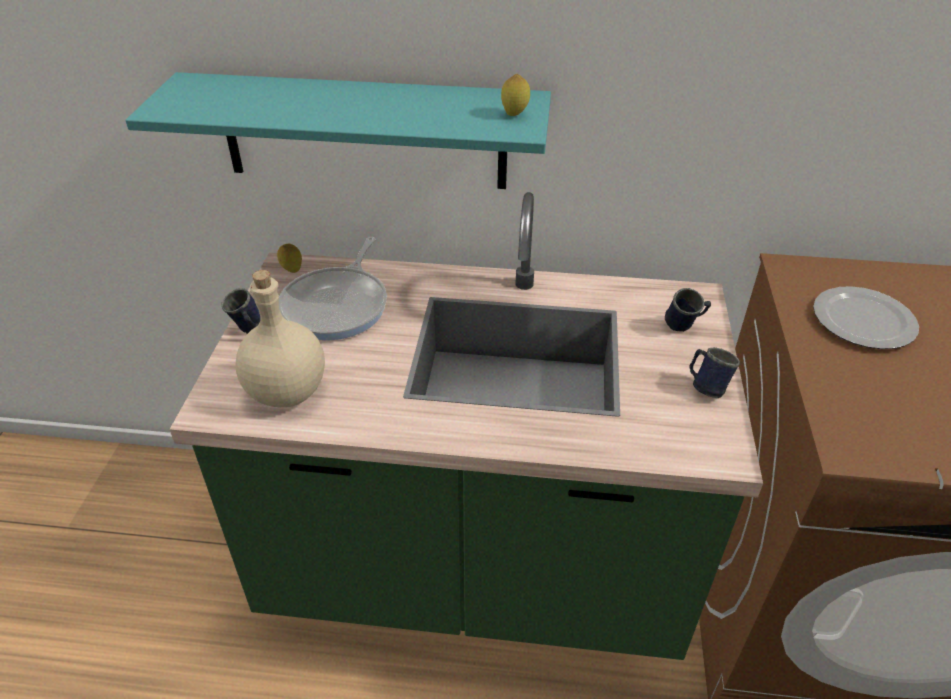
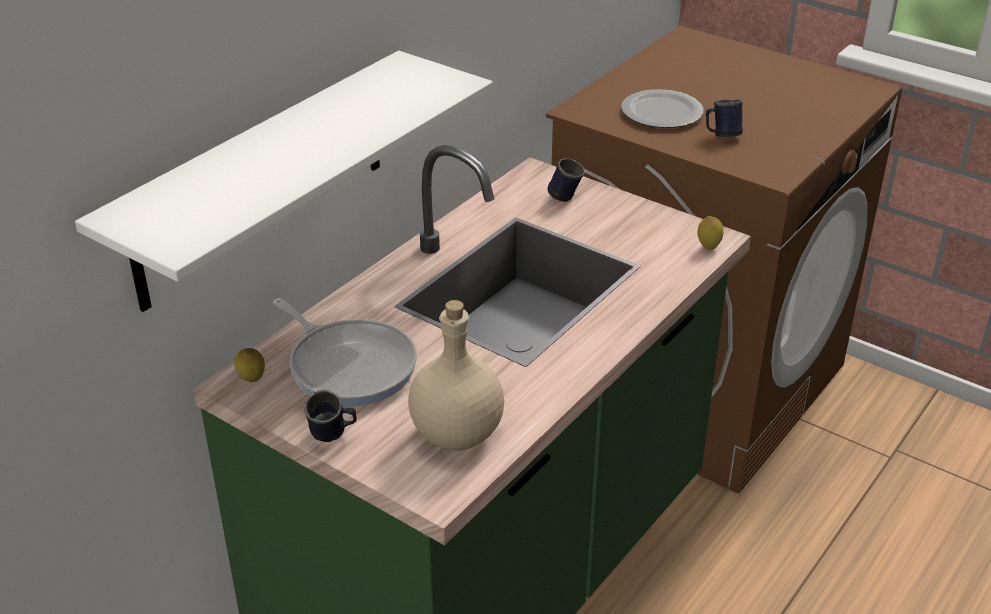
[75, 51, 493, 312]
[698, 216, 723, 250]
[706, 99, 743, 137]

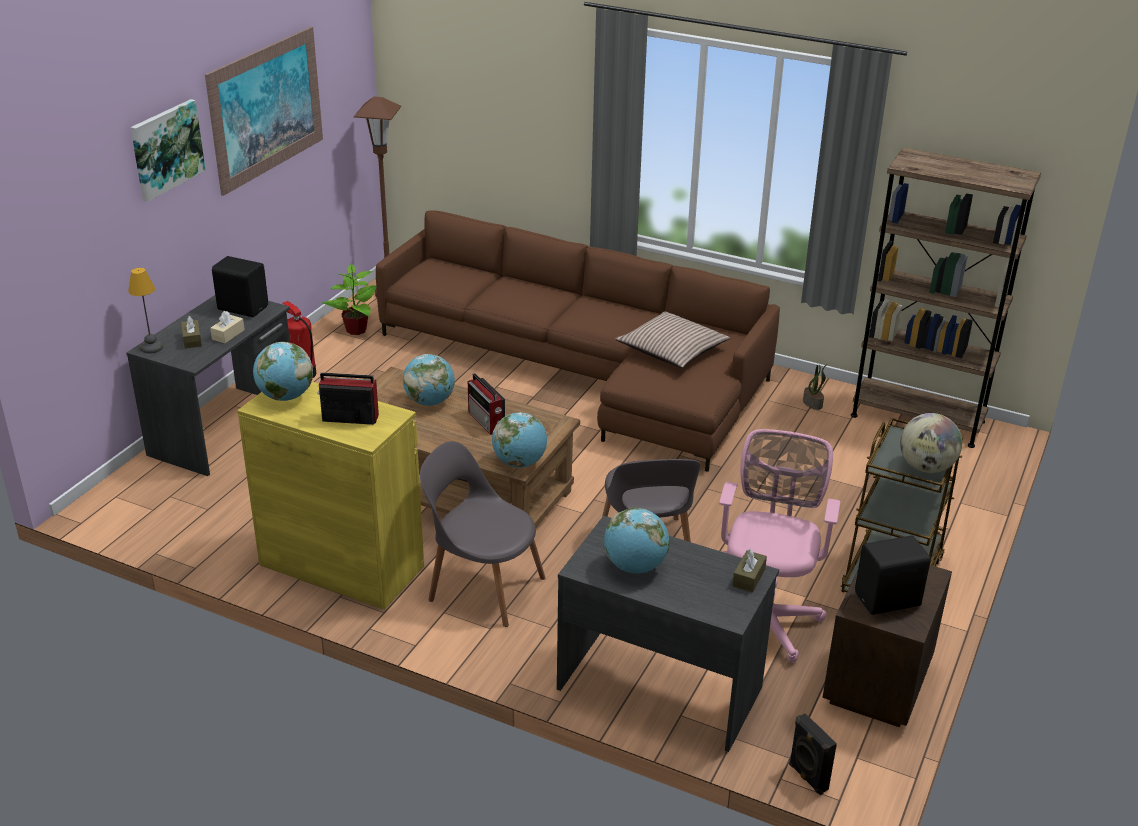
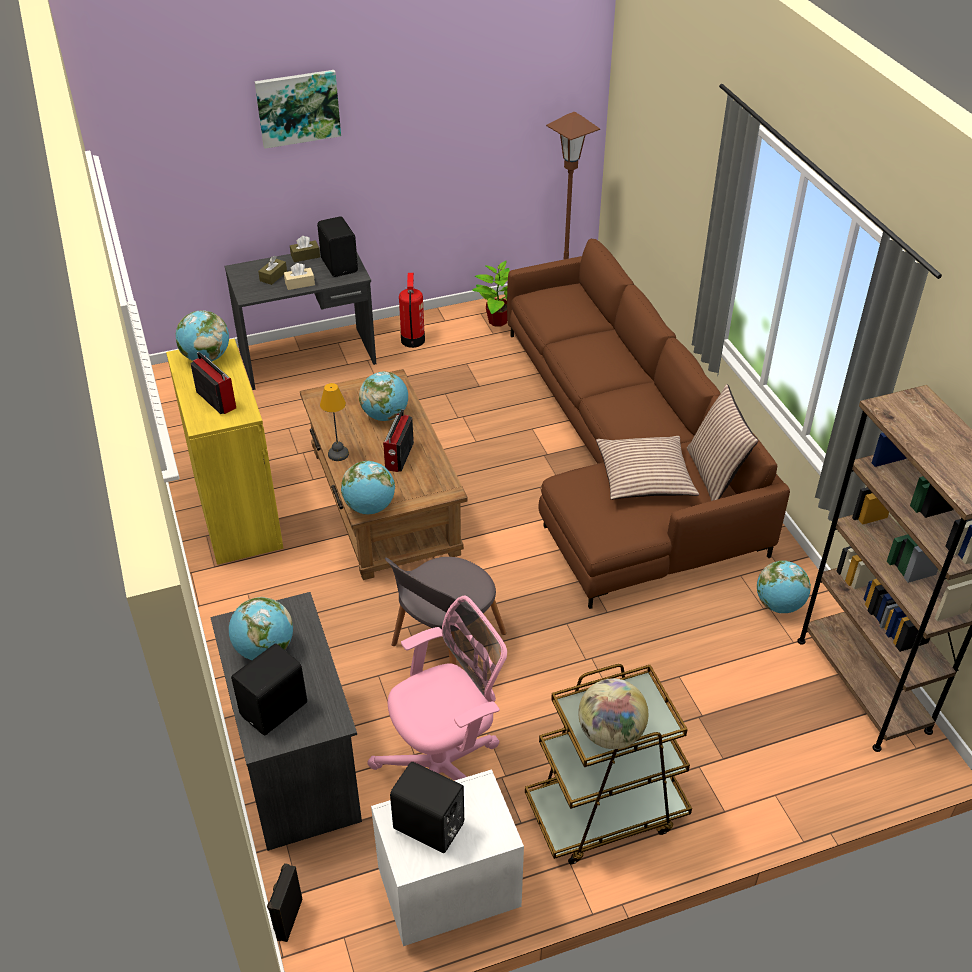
[205, 27, 323, 196] (first image)
[320, 383, 349, 461]
[757, 561, 811, 613]
[420, 441, 545, 627] (first image)
[290, 236, 320, 262]
[371, 770, 524, 946]
[687, 384, 758, 501]
[231, 643, 307, 736]

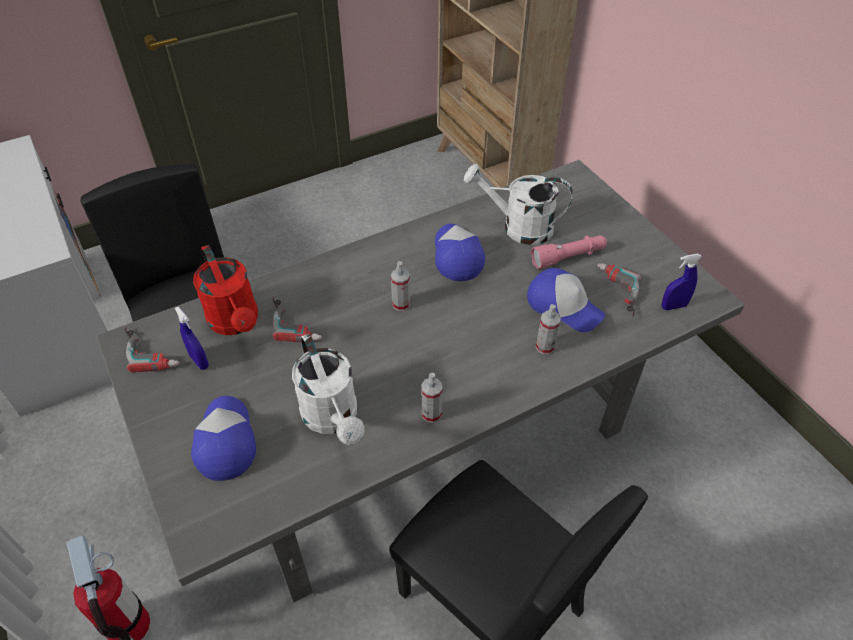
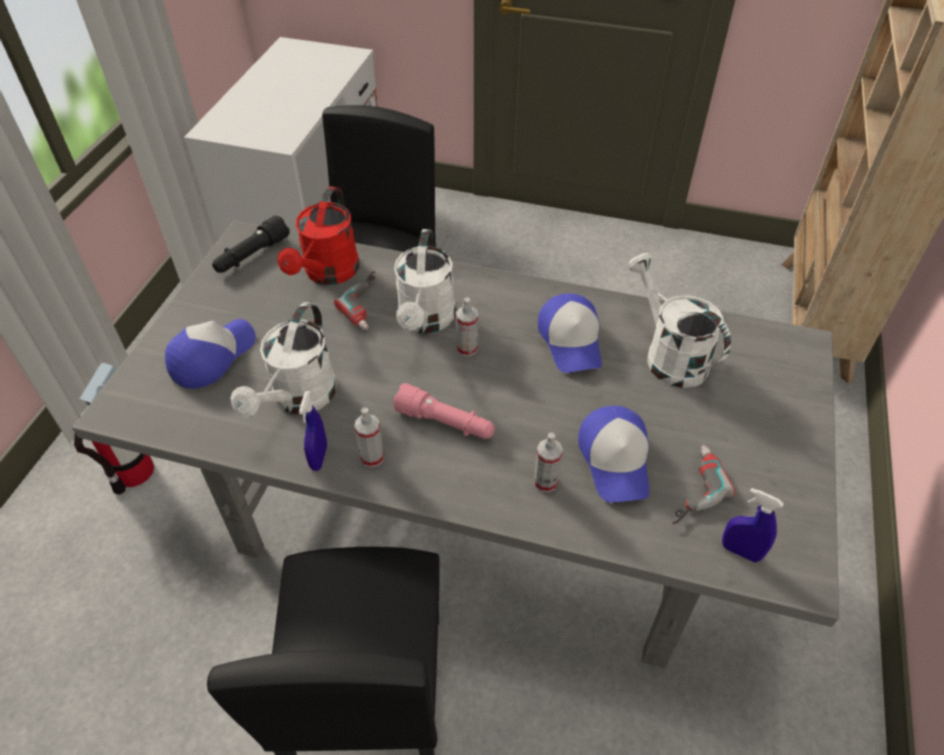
[538, 293, 602, 373]
[393, 383, 495, 439]
[299, 391, 327, 471]
[212, 215, 290, 273]
[394, 229, 455, 333]

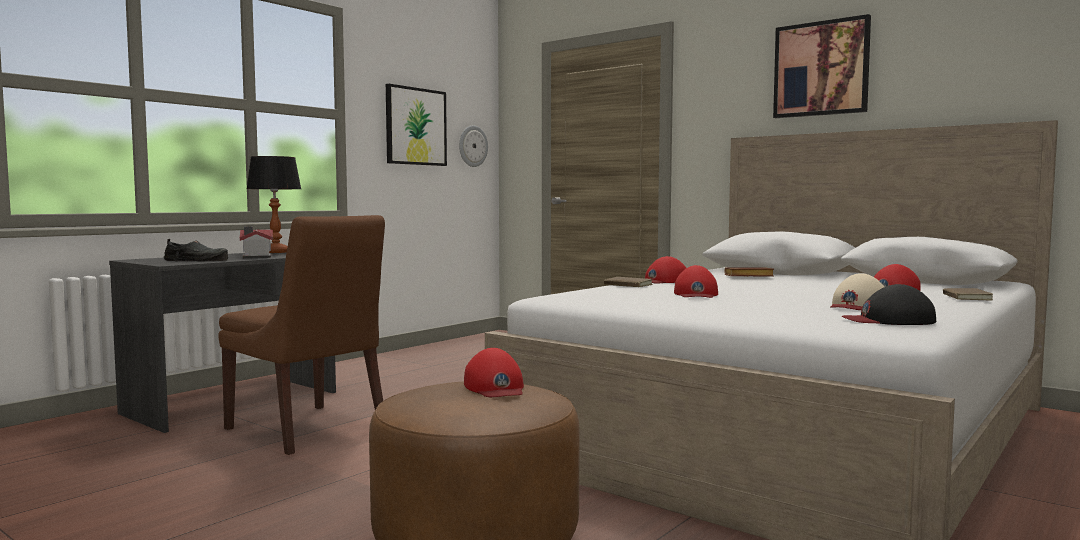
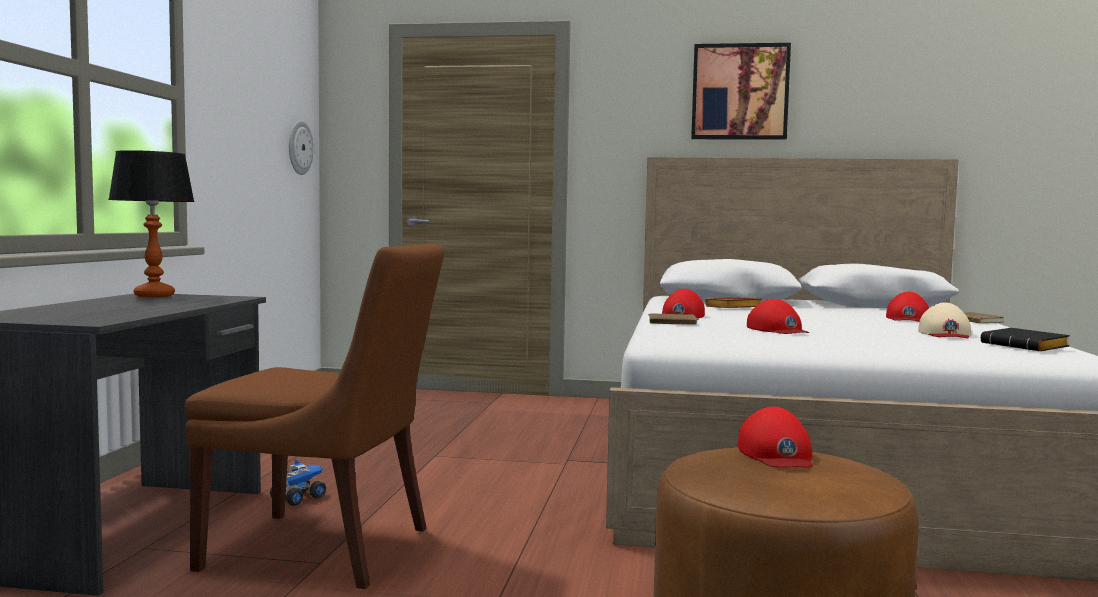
[386, 84, 447, 166] (first image)
[240, 226, 273, 258] (first image)
[164, 239, 228, 261] (first image)
[981, 328, 1070, 351]
[738, 407, 813, 467]
[270, 459, 326, 506]

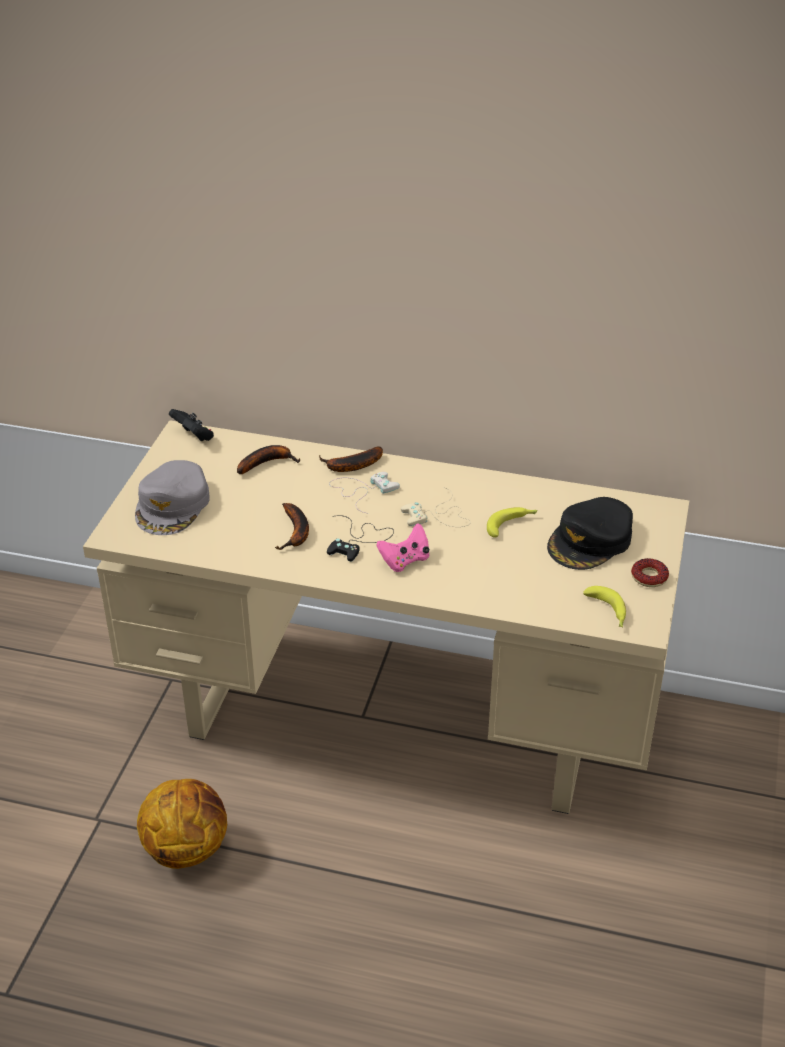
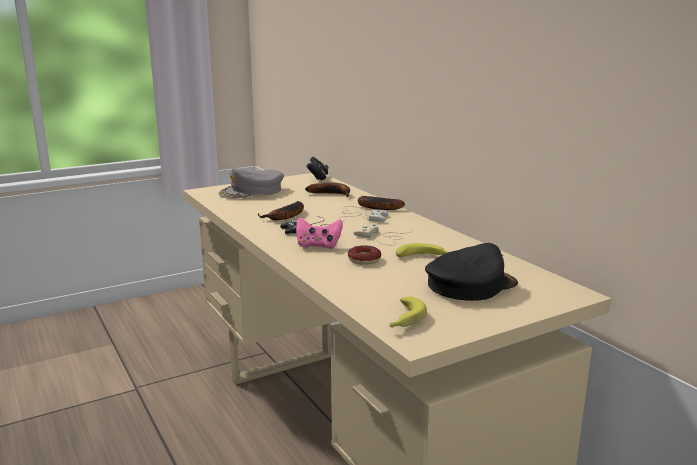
[425, 243, 518, 301]
[348, 245, 381, 265]
[137, 779, 227, 869] (first image)

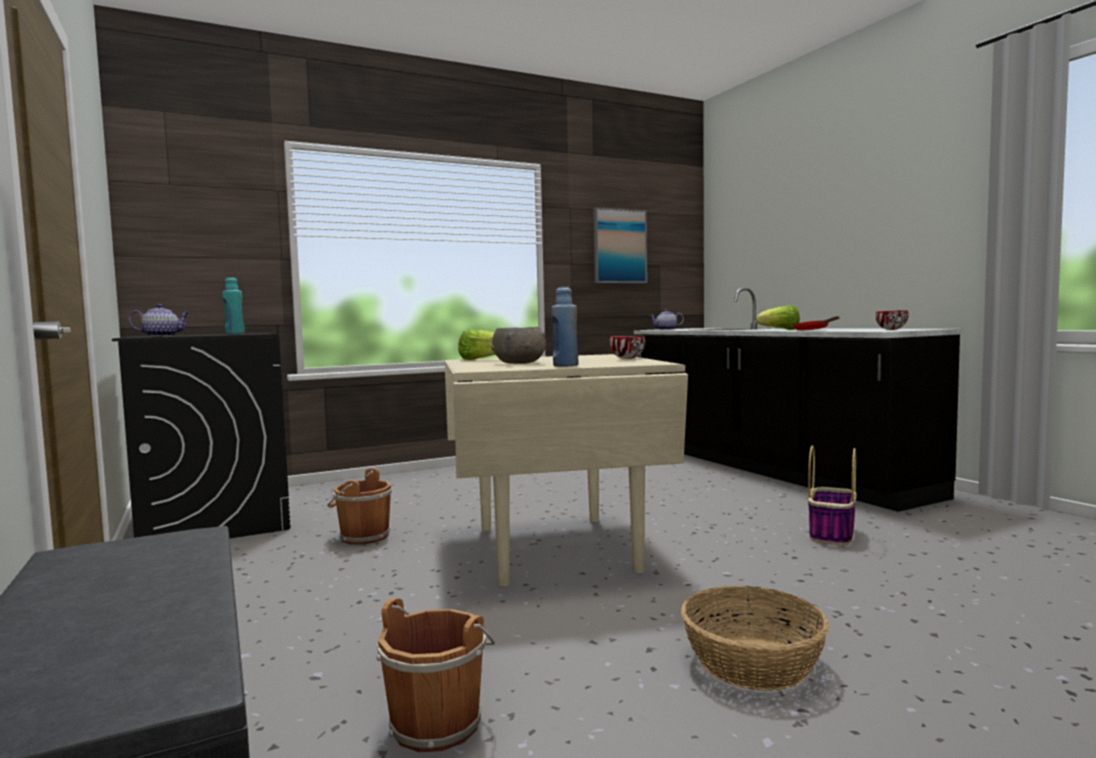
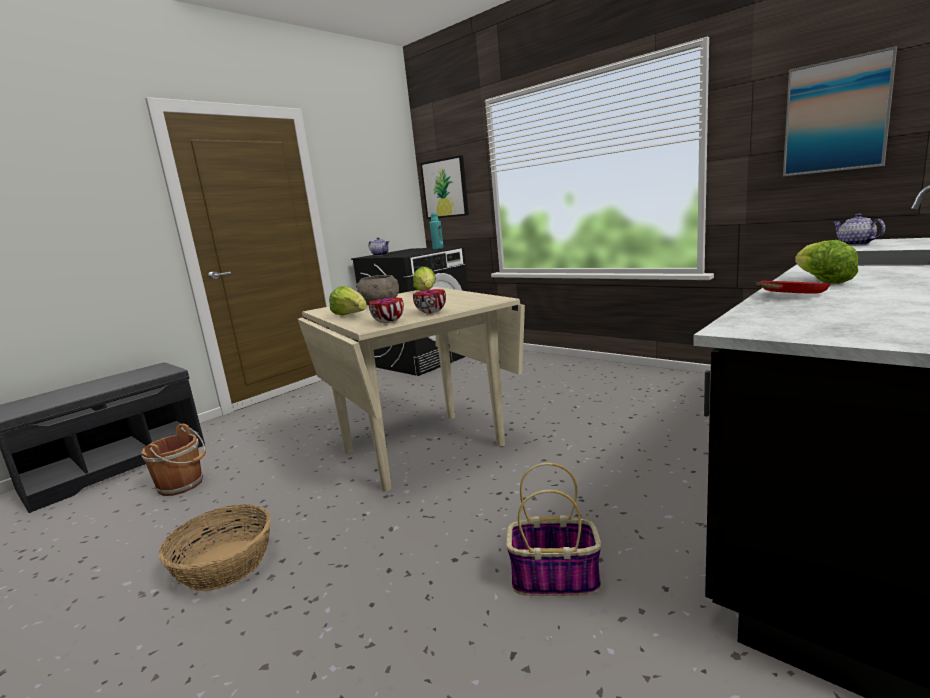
[329, 286, 367, 315]
[369, 298, 404, 323]
[327, 468, 392, 545] (first image)
[420, 155, 469, 219]

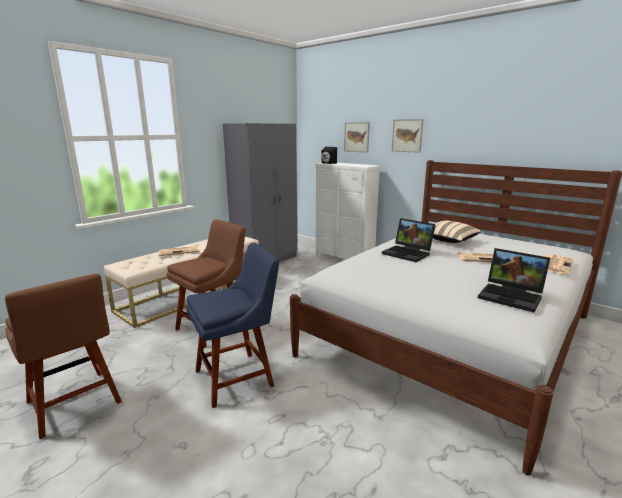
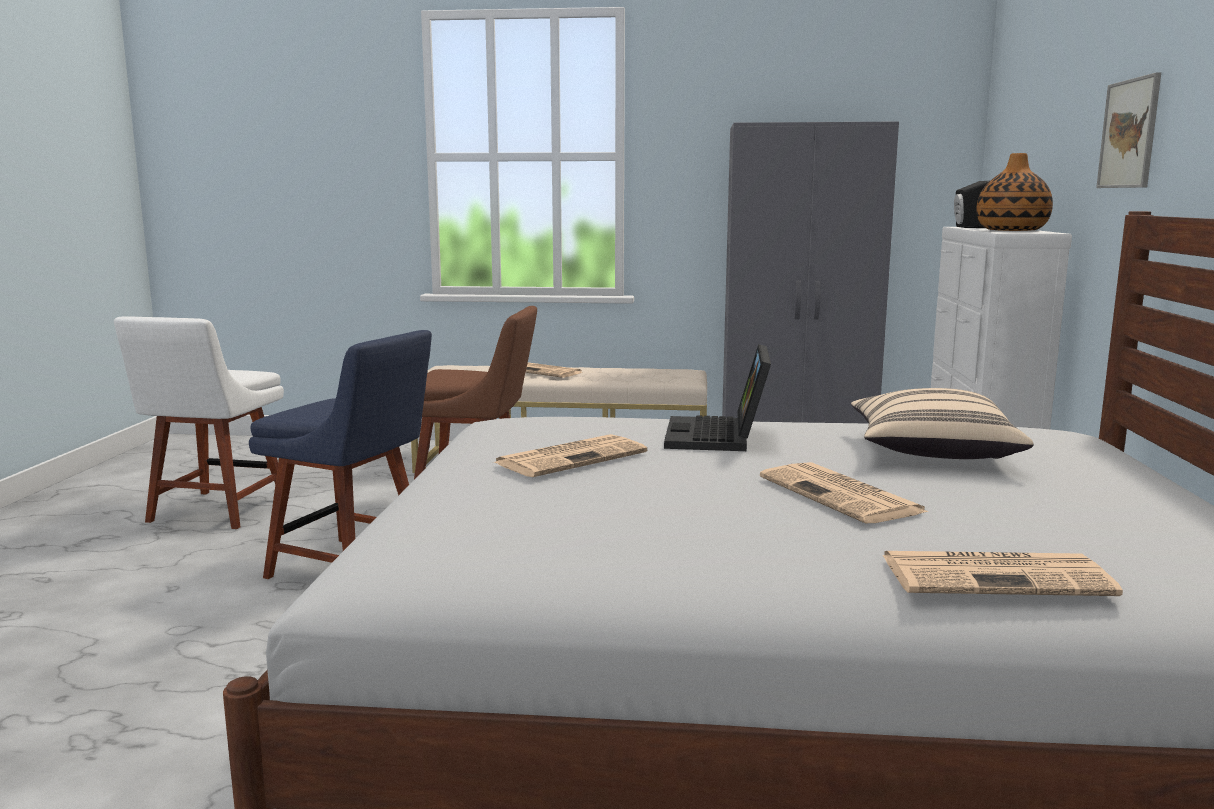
[344, 122, 370, 153] (first image)
[478, 248, 550, 313] (first image)
[114, 316, 289, 529]
[976, 153, 1053, 231]
[495, 434, 647, 477]

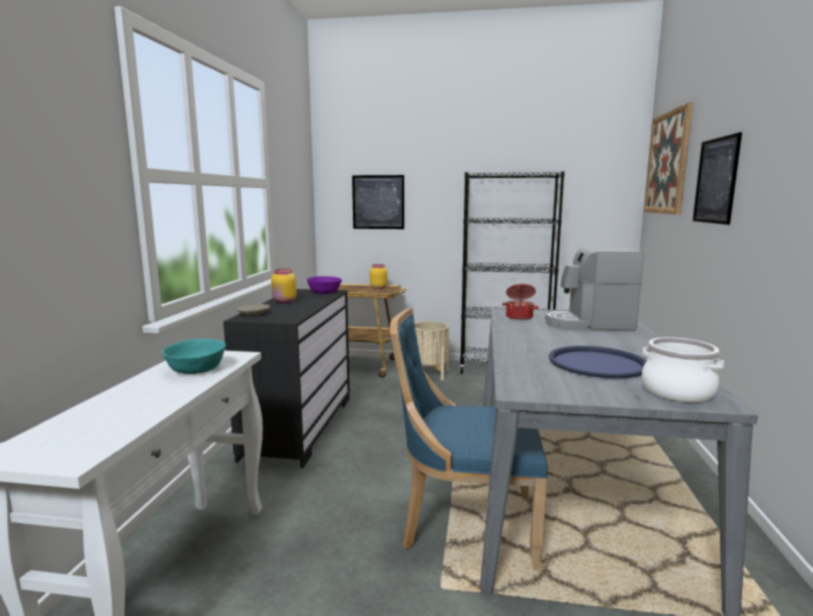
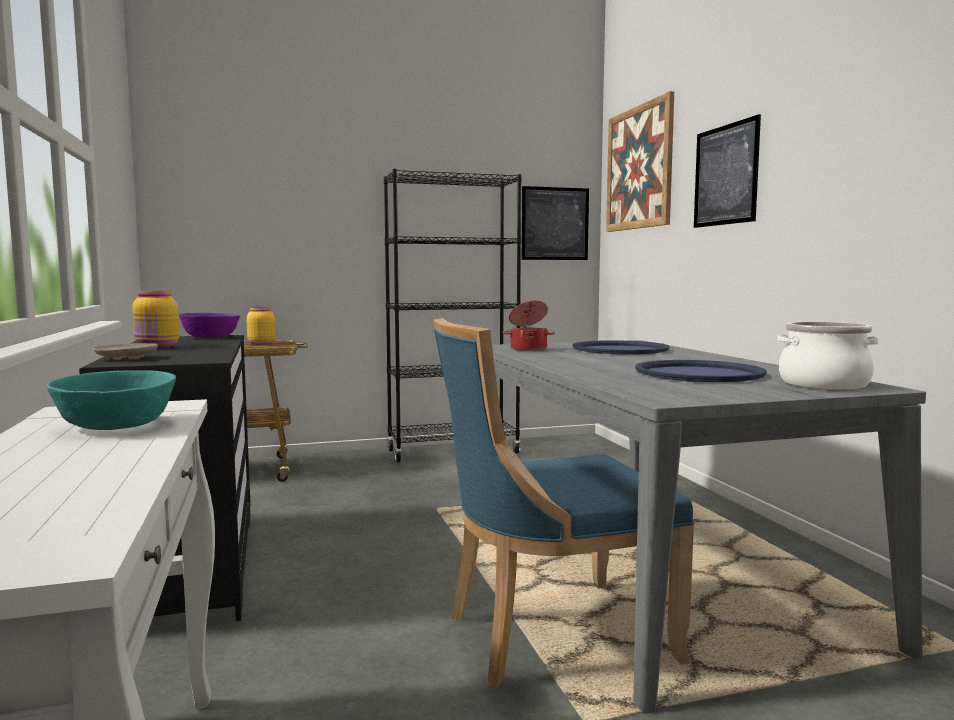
[522, 186, 589, 260]
[573, 340, 670, 355]
[415, 321, 450, 381] (first image)

